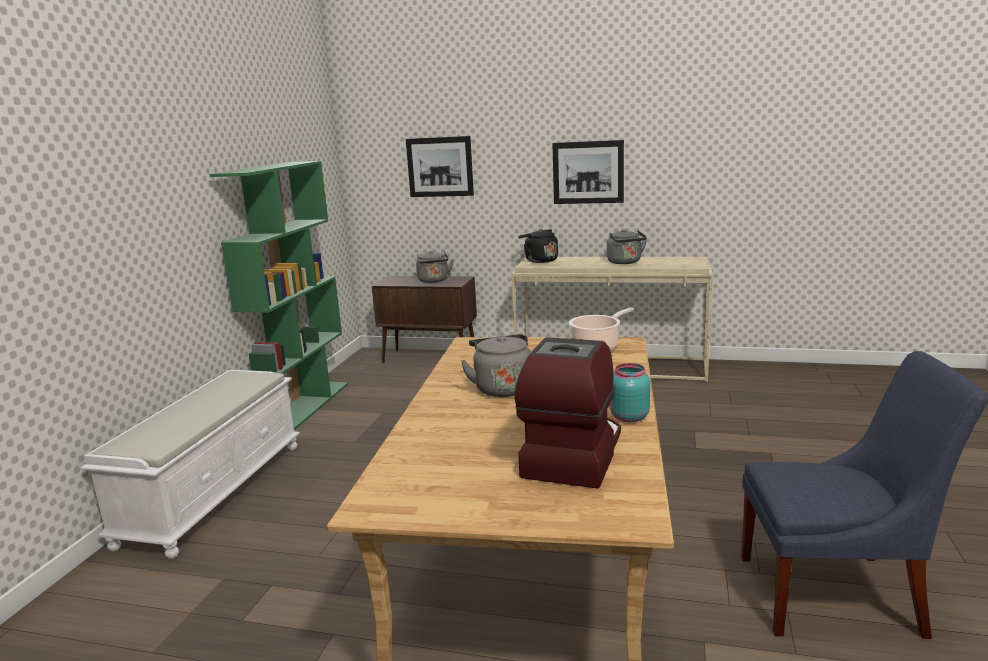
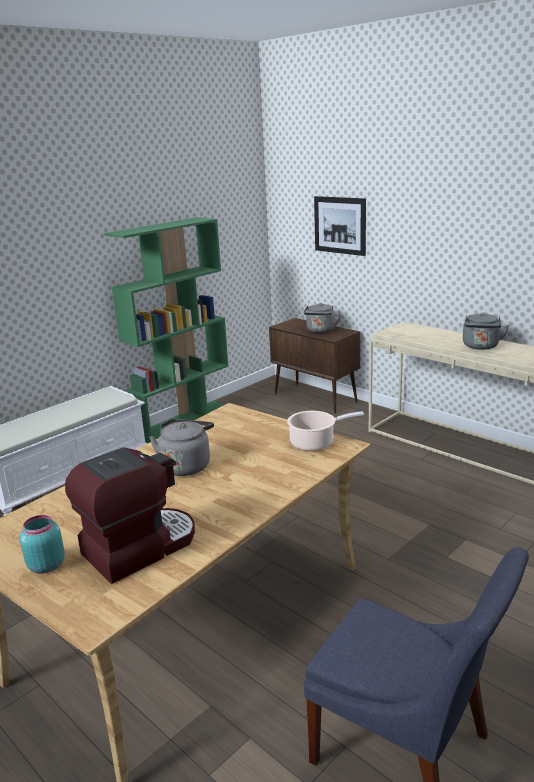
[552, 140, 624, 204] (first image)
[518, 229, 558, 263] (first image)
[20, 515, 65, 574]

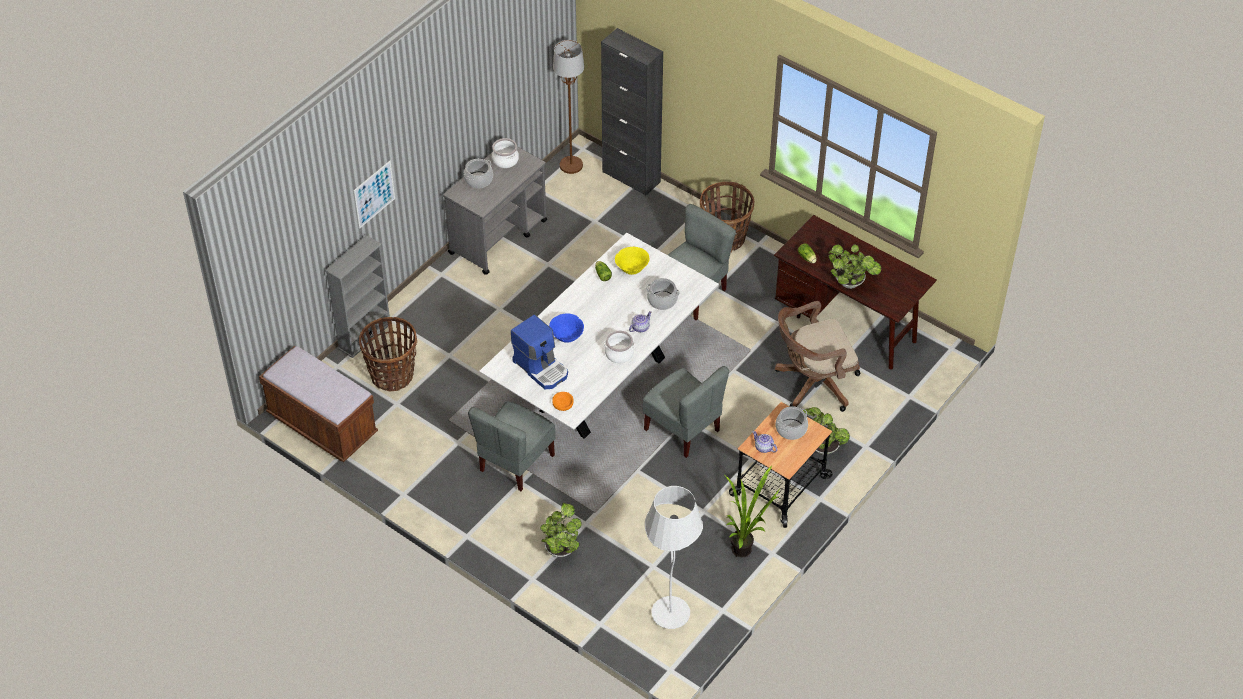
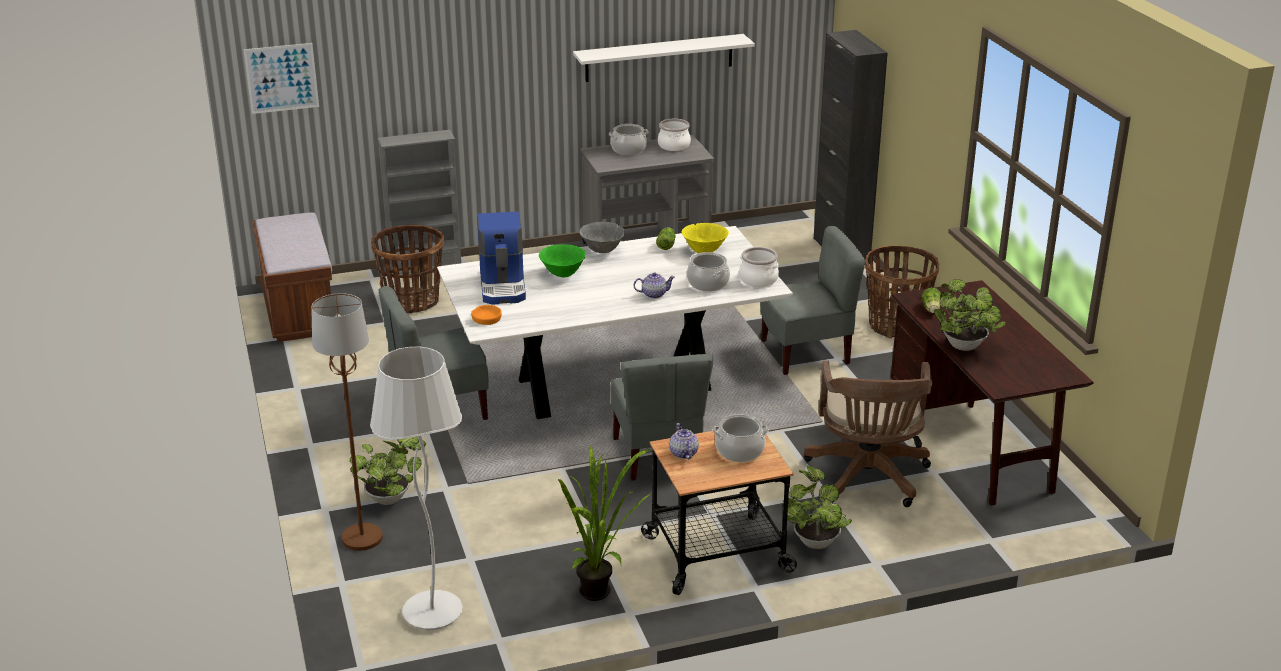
[311, 293, 383, 551]
[243, 43, 319, 114]
[804, 360, 932, 507]
[539, 244, 586, 277]
[739, 247, 779, 287]
[573, 34, 755, 82]
[579, 222, 625, 253]

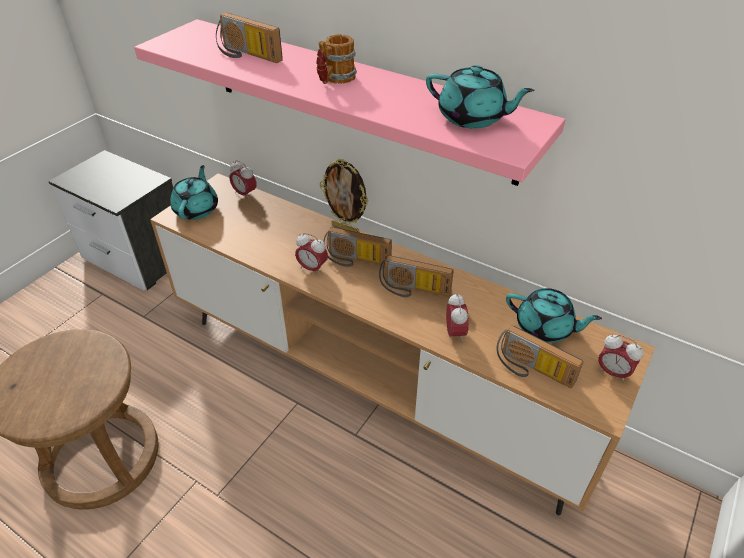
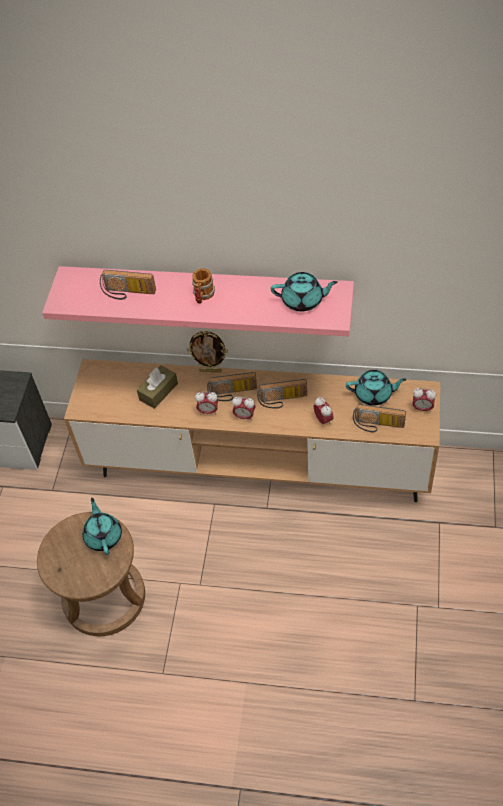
[232, 397, 256, 421]
[82, 498, 122, 555]
[137, 365, 178, 409]

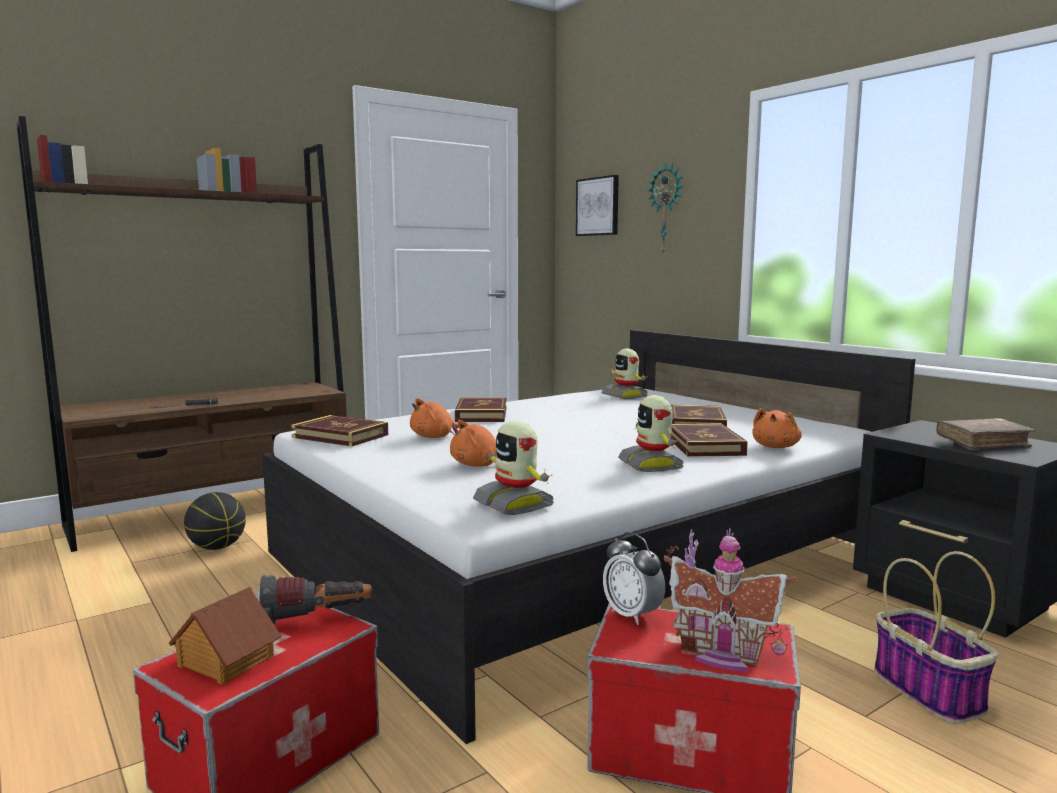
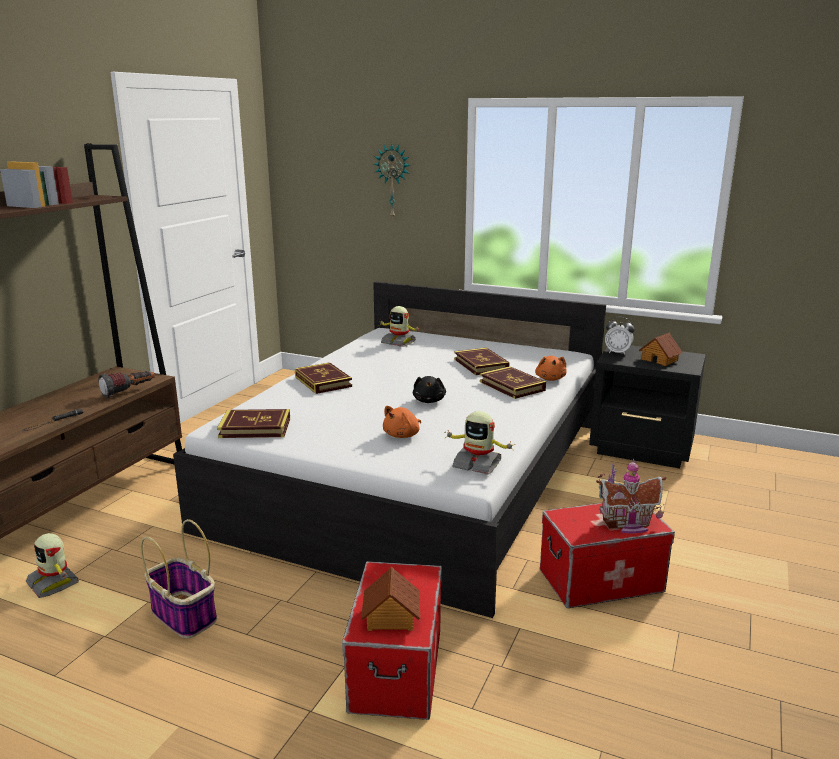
[576, 175, 619, 236] (first image)
[26, 533, 79, 598]
[410, 398, 459, 438] (first image)
[638, 332, 683, 366]
[184, 492, 246, 550] (first image)
[605, 317, 635, 355]
[140, 519, 217, 639]
[98, 371, 155, 398]
[413, 376, 446, 403]

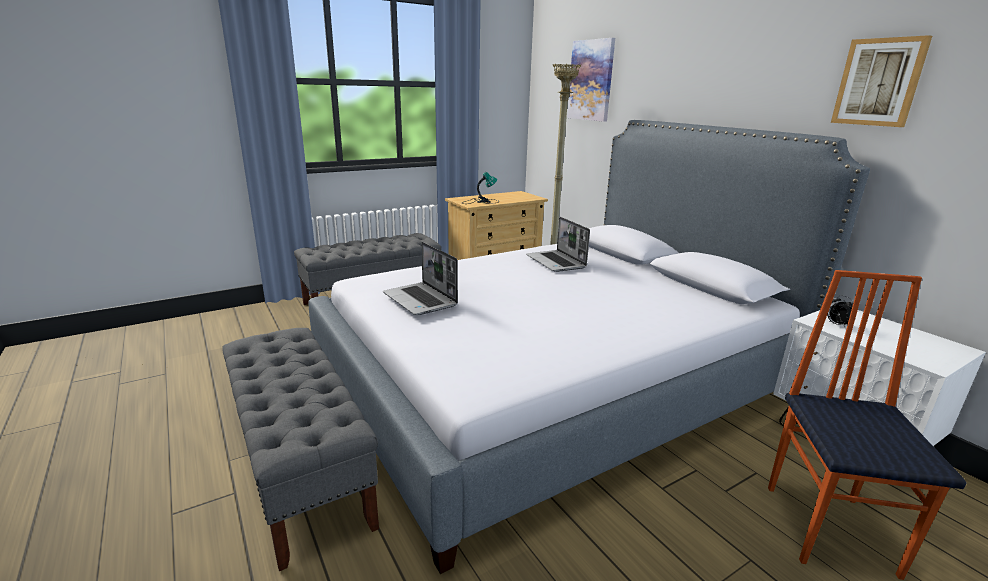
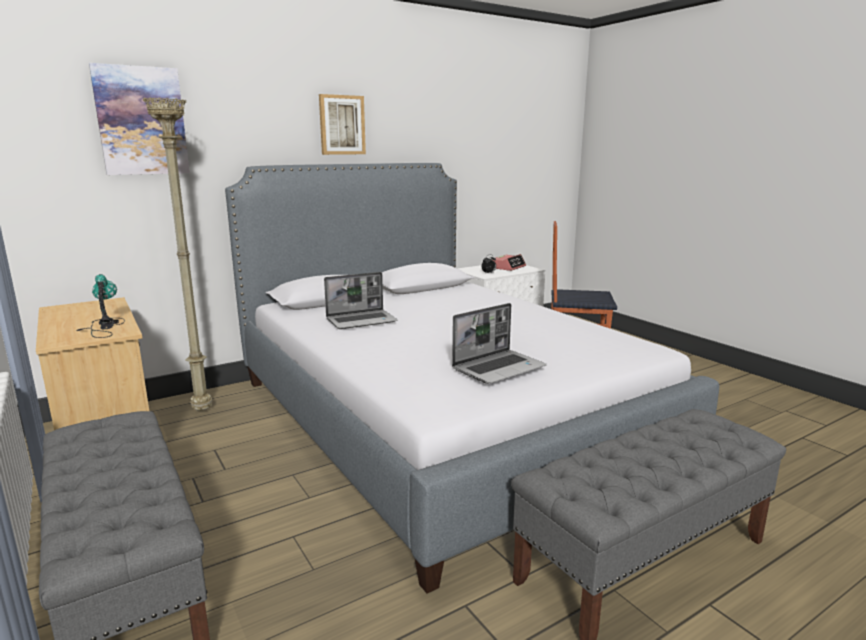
[319, 94, 366, 155]
[491, 254, 526, 271]

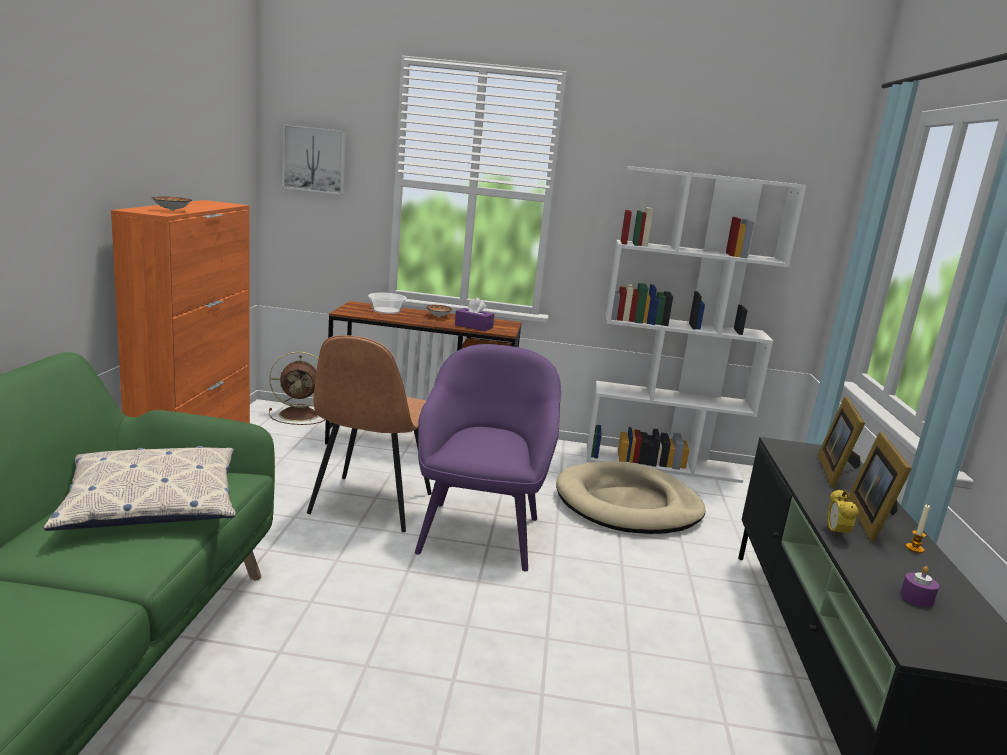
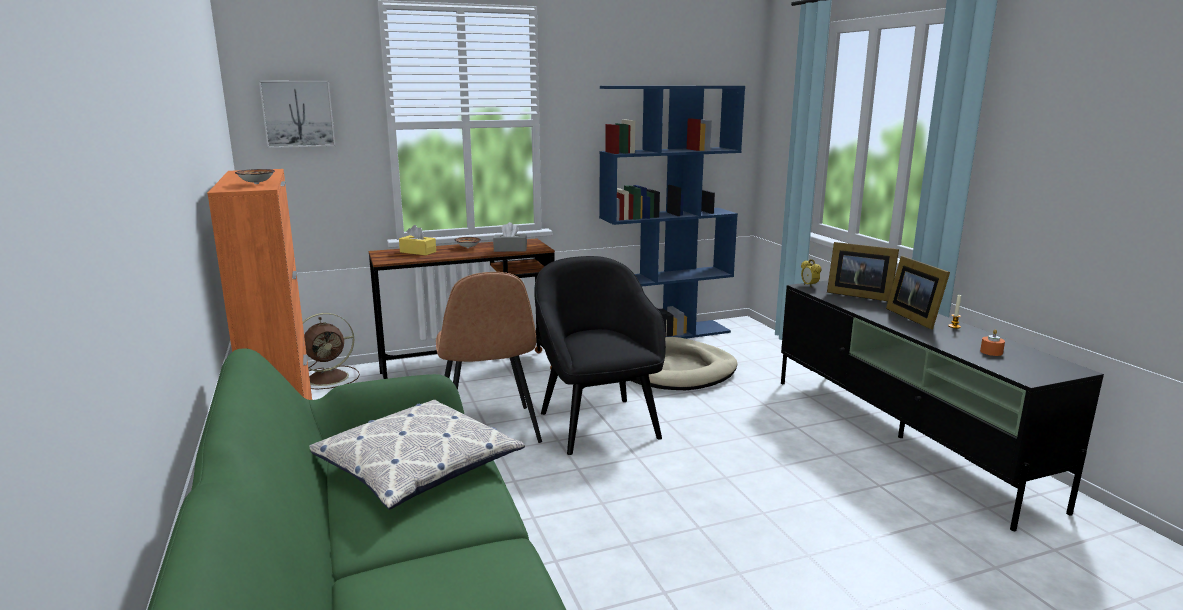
[599, 86, 745, 339]
[399, 225, 436, 256]
[493, 222, 527, 252]
[534, 256, 666, 455]
[827, 242, 899, 301]
[801, 259, 822, 287]
[980, 329, 1005, 356]

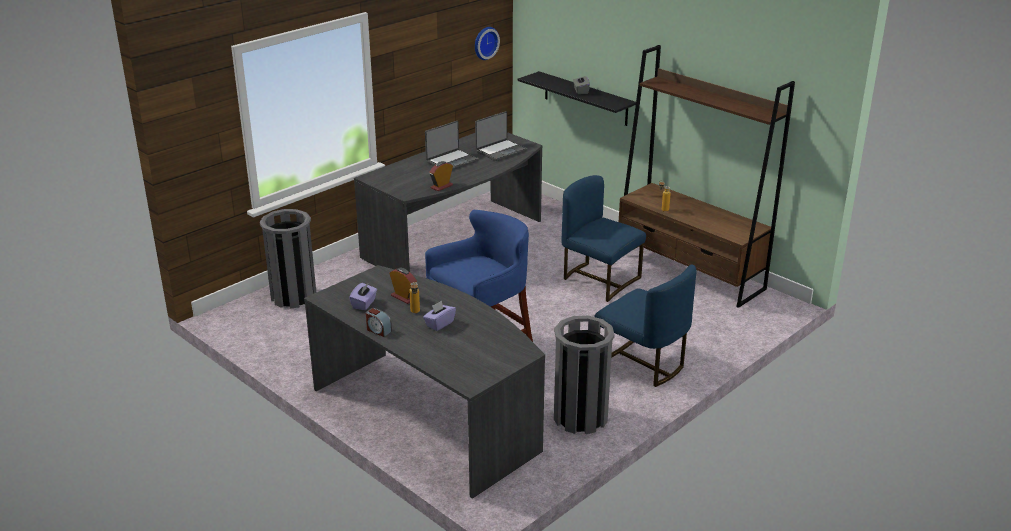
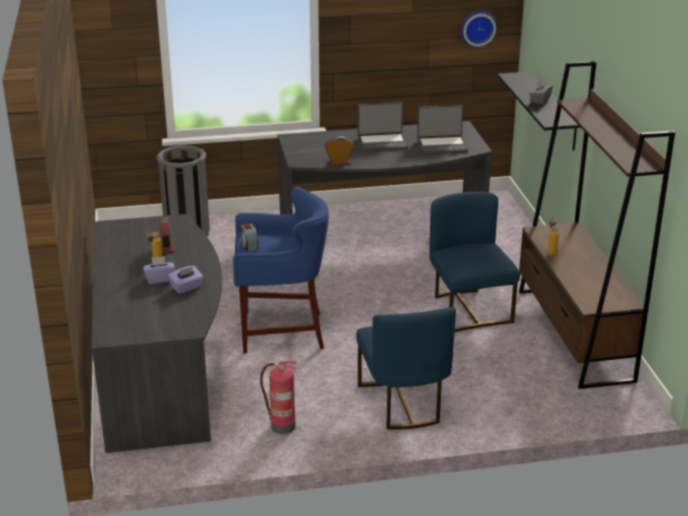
[168, 266, 204, 294]
[241, 223, 259, 251]
[260, 361, 297, 434]

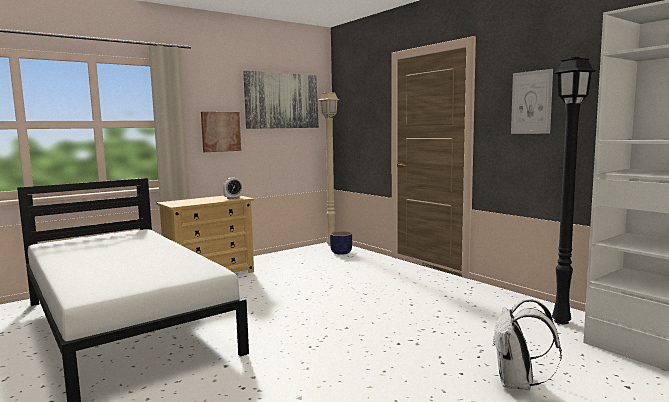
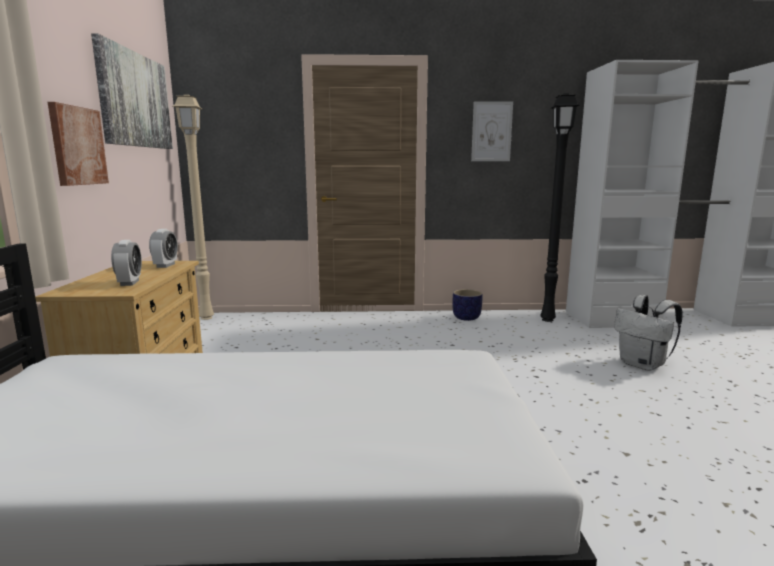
[452, 289, 483, 321]
[111, 240, 142, 286]

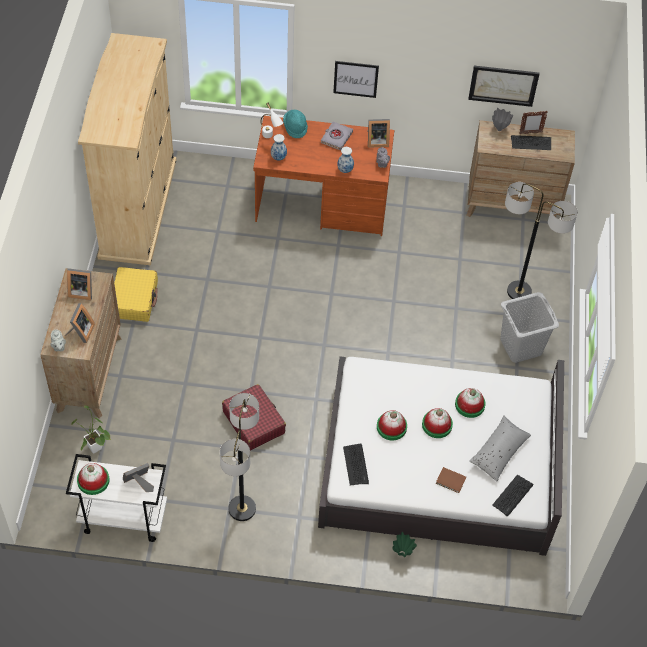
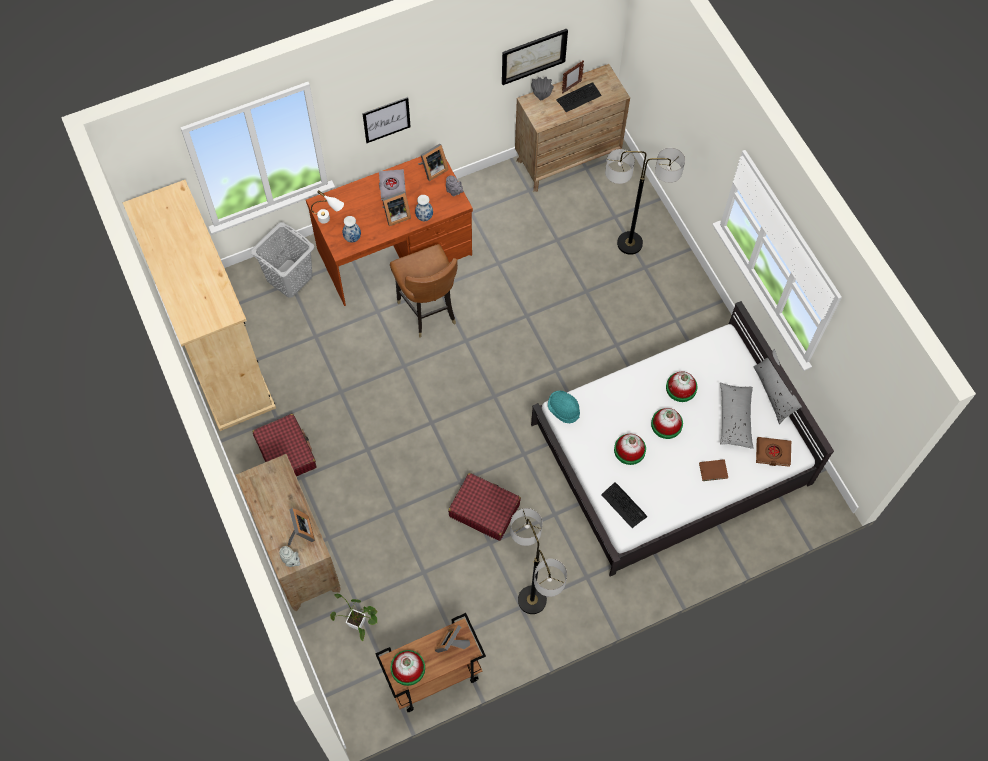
[548, 391, 580, 423]
[252, 414, 316, 476]
[382, 191, 411, 226]
[250, 222, 314, 298]
[375, 613, 486, 712]
[756, 437, 791, 467]
[392, 532, 417, 557] (first image)
[390, 244, 458, 338]
[753, 349, 802, 424]

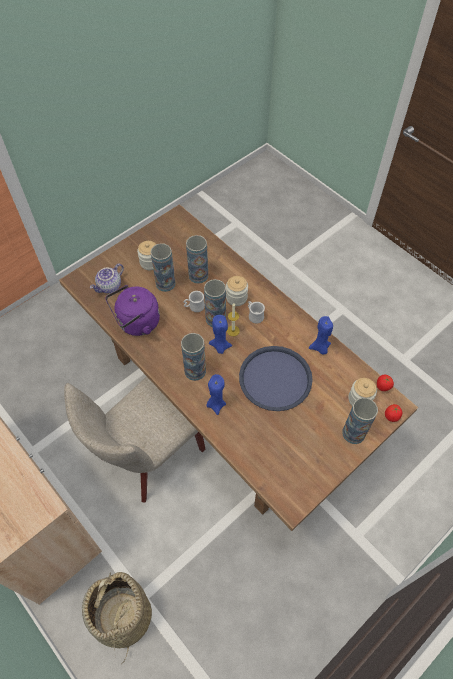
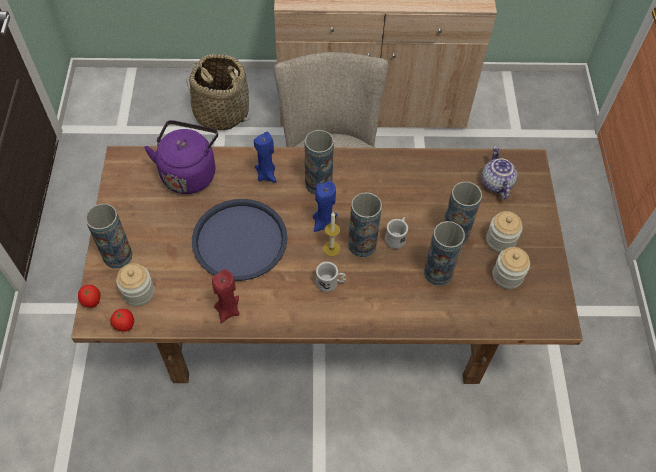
[493, 247, 530, 289]
[144, 120, 218, 194]
[212, 269, 240, 323]

